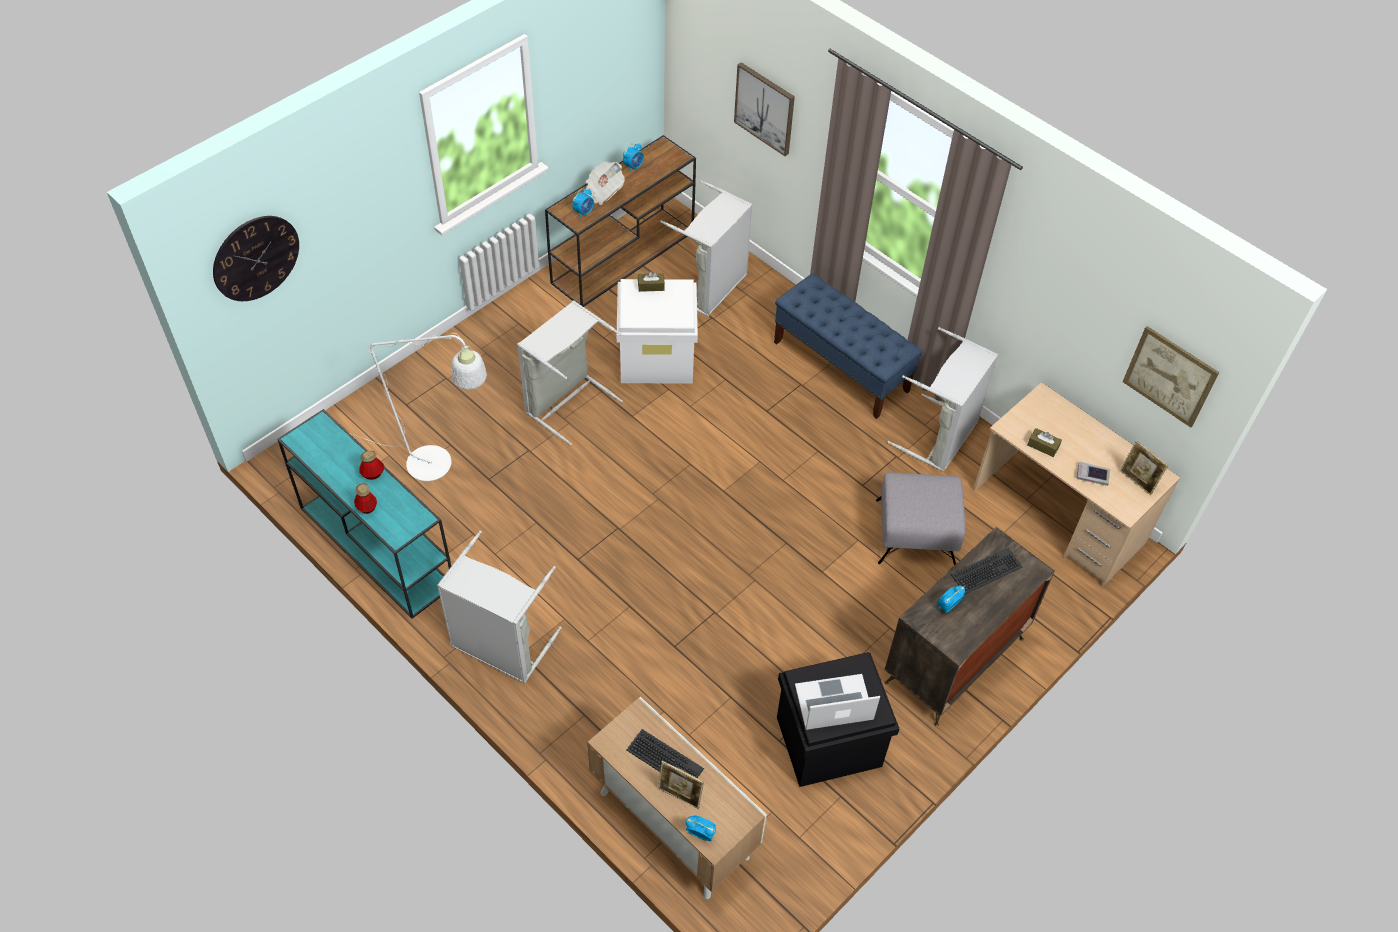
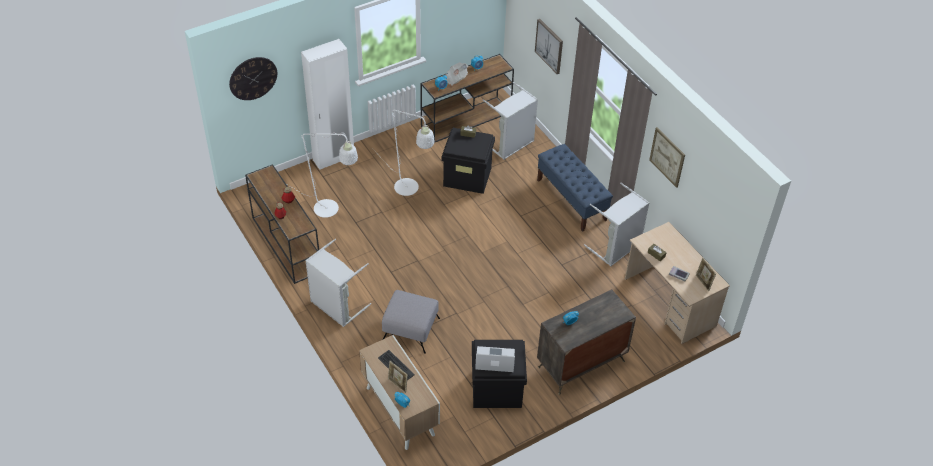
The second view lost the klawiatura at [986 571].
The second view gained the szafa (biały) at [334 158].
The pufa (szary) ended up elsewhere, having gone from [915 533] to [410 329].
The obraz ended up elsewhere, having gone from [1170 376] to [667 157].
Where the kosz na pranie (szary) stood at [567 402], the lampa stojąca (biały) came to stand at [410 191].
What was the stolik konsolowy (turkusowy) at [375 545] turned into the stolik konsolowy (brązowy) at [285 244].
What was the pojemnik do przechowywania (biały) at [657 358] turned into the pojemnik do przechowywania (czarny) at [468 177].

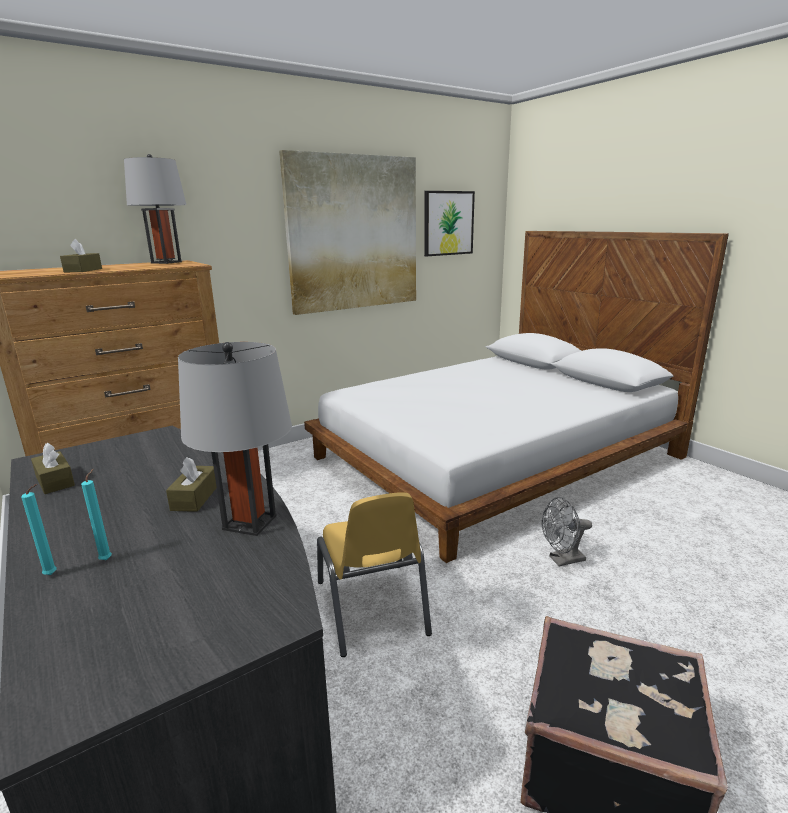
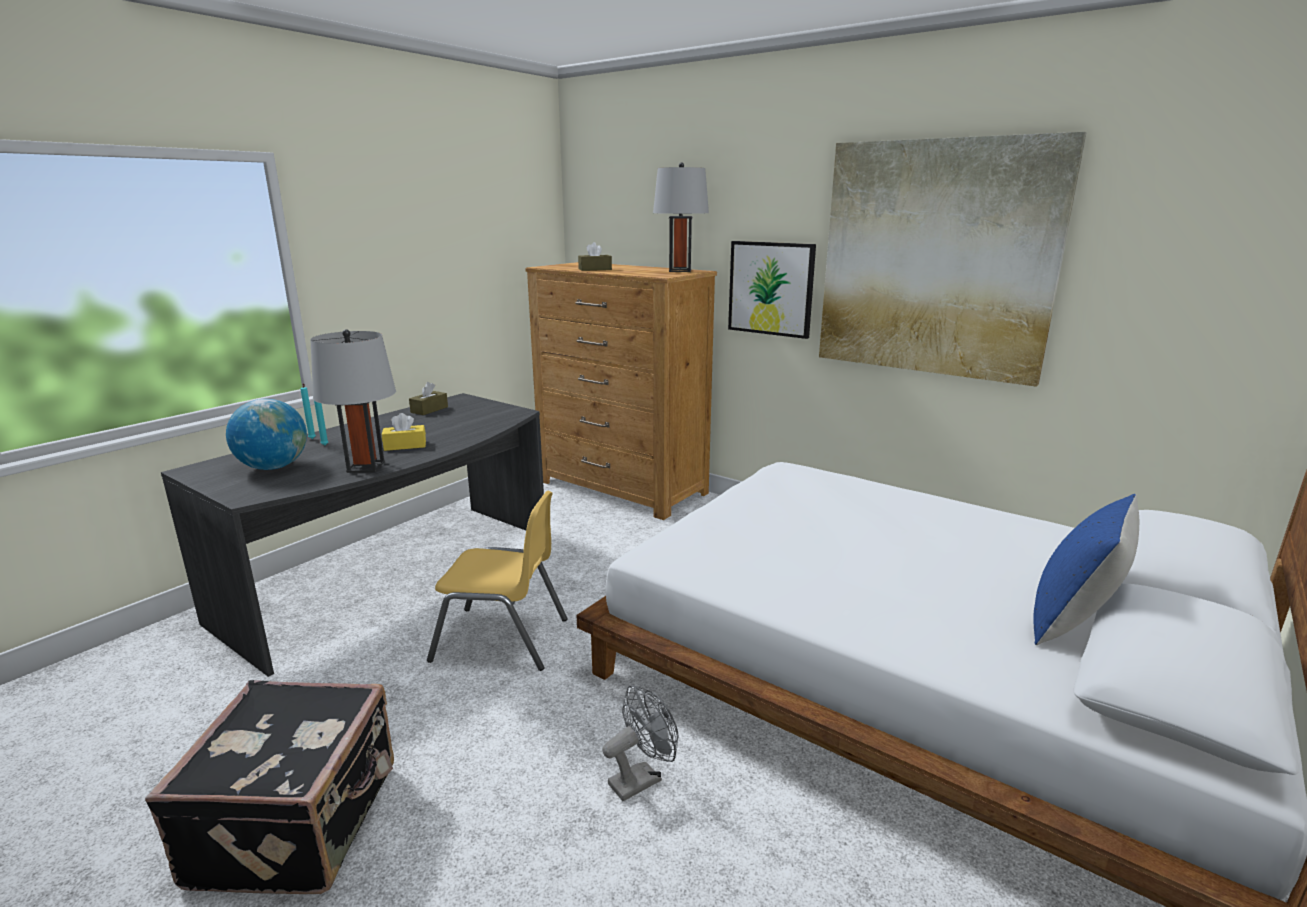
The second view gained the globus at [273 467].
The second view gained the poduszka (niebieski) at [1073 622].
The obraz ended up elsewhere, having gone from [448 223] to [771 288].
What was the pudełko chusteczek (brązowy) at [195 497] turned into the pudełko chusteczek (żółty) at [405 445].
The krzesło (żółty) at [372 607] ended up facing another way, 135 degrees counterclockwise from before.
The wentylator (szary) at [562 560] ended up facing another way, 90 degrees clockwise from before.

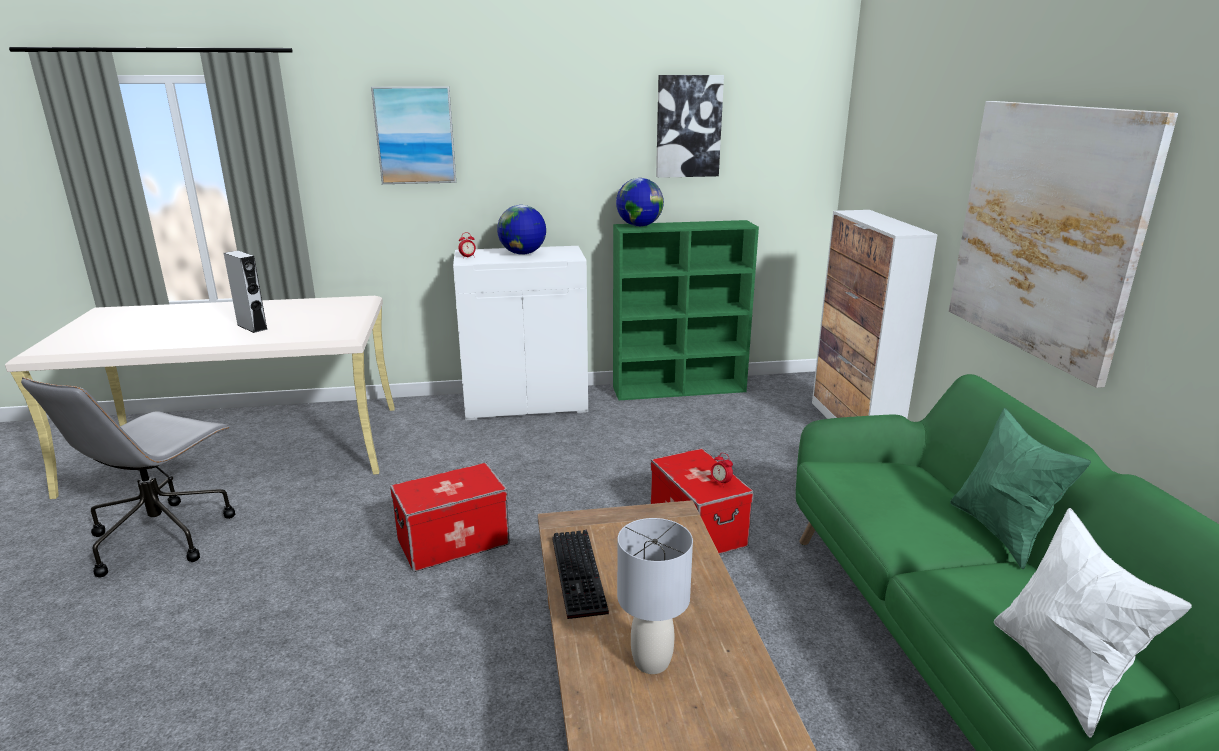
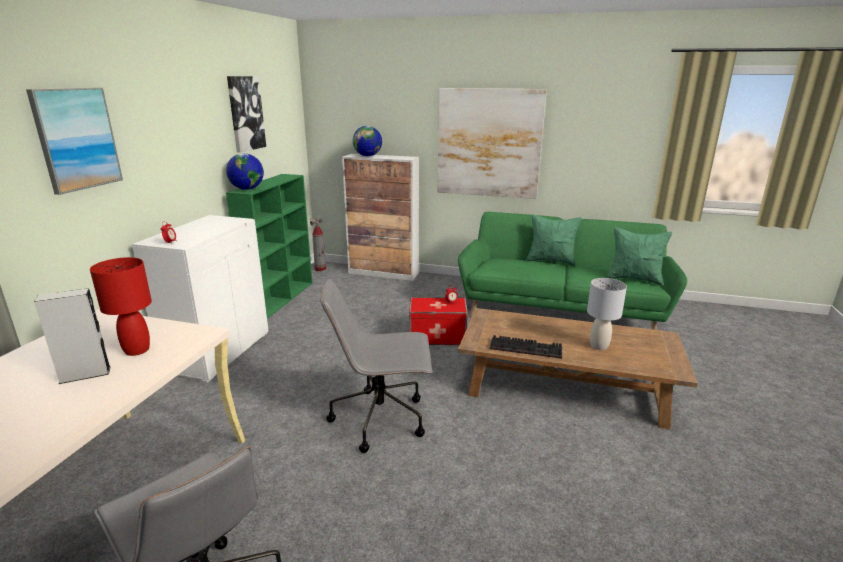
The second view gained the lampa stołowa (czerwony) at [136 350].
The second view gained the gaśnica at [320 269].
The globus ended up elsewhere, having gone from [522 254] to [368 156].
Where the pojemnik do przechowywania stood at [453 541], the krzesło biurowe (szary) came to stand at [381 418].
What was the poduszka (biały) at [1061 674] turned into the poduszka (zielony) at [634 279].

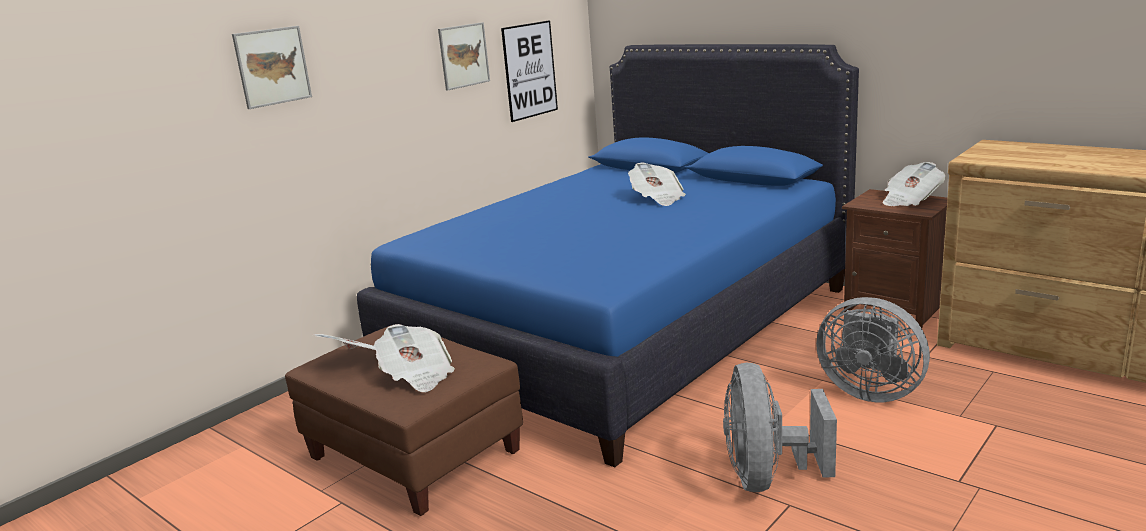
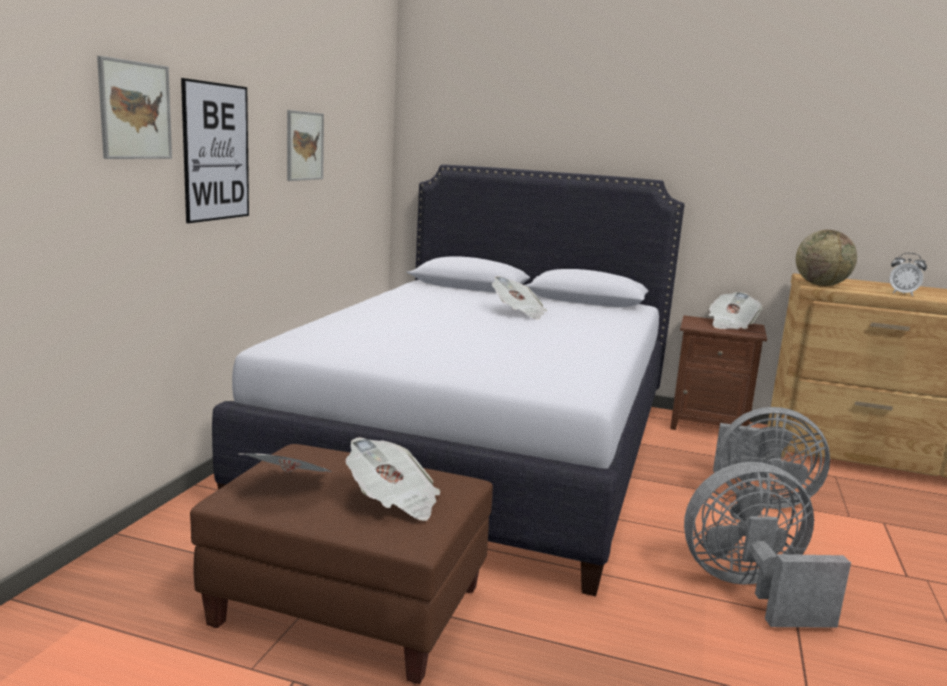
The second view gained the globus at [821 285].
The second view gained the budzik at [902 294].
The obraz ended up elsewhere, having gone from [530 70] to [216 152].
What was the łóżko (niebieski) at [624 328] turned into the łóżko (biały) at [479 449].
The wentylator (szary) at [767 477] ended up facing another way, 105 degrees clockwise from before.

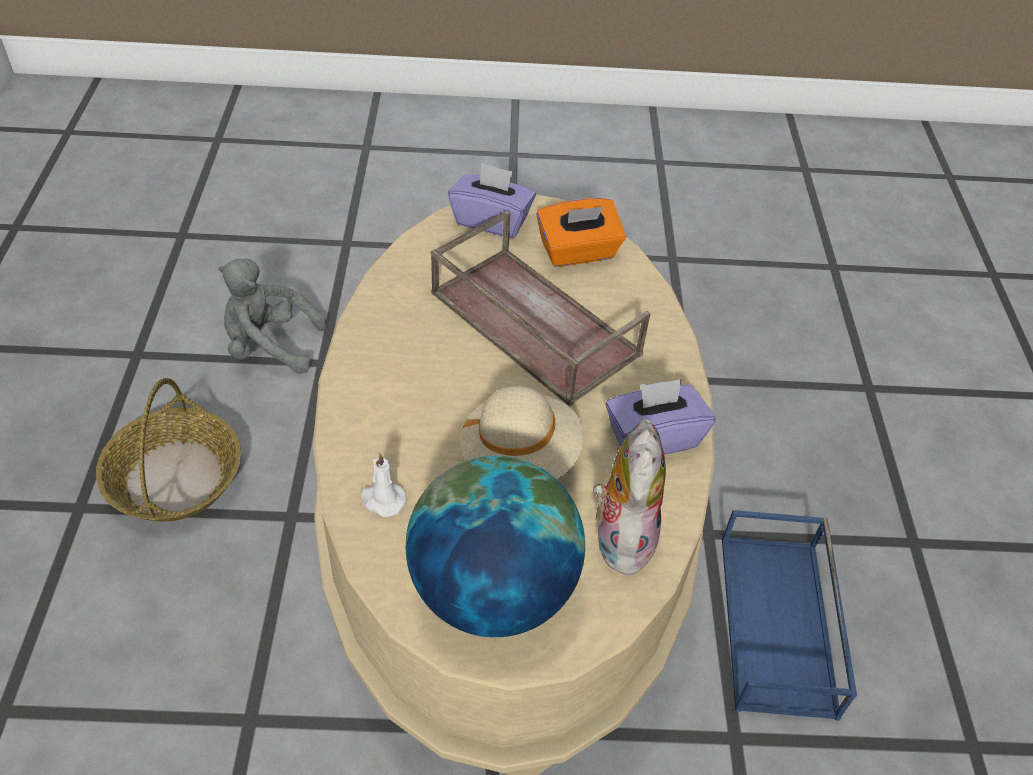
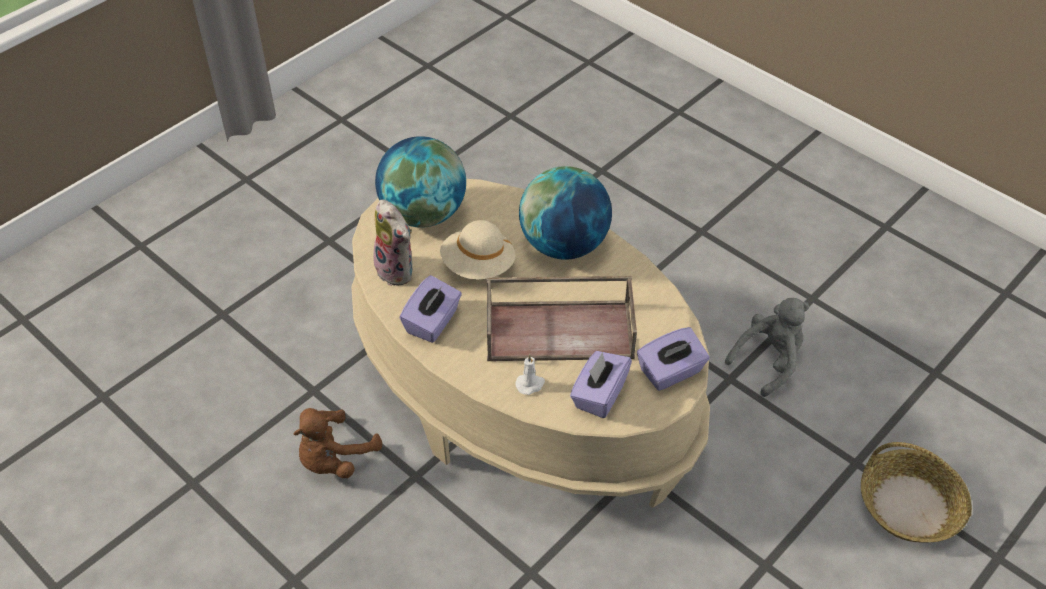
The second view gained the globus at [564 245].
The koszyk ended up elsewhere, having gone from [175 478] to [909 506].
The świeca (biały) ended up elsewhere, having gone from [382 500] to [530 384].
Where the taca (niebieski) stood at [779 625], the pluszak (brązowy) came to stand at [334 459].
What was the pudełko chusteczek (pomarańczowy) at [578 252] turned into the pudełko chusteczek (fioletowy) at [599 395].

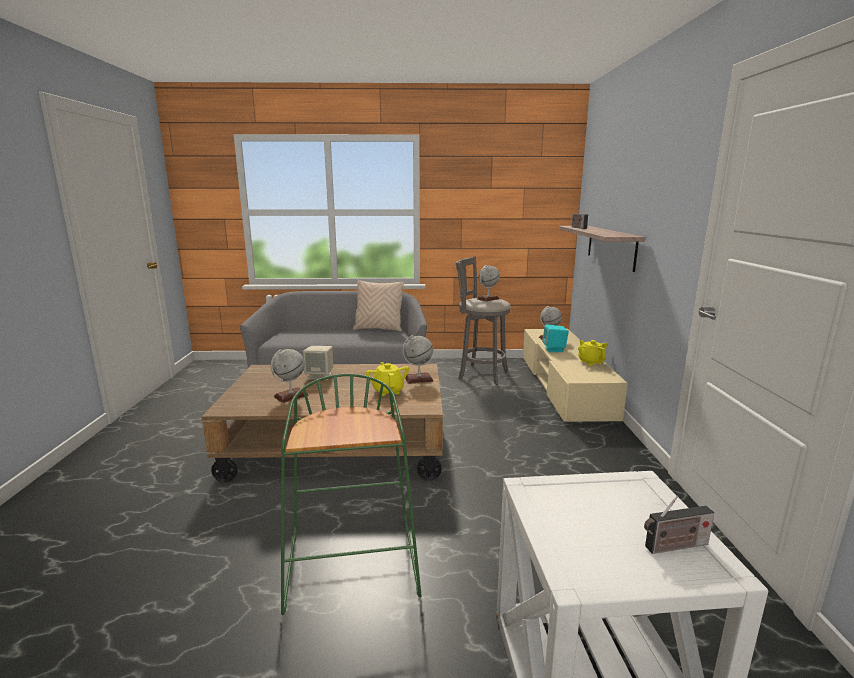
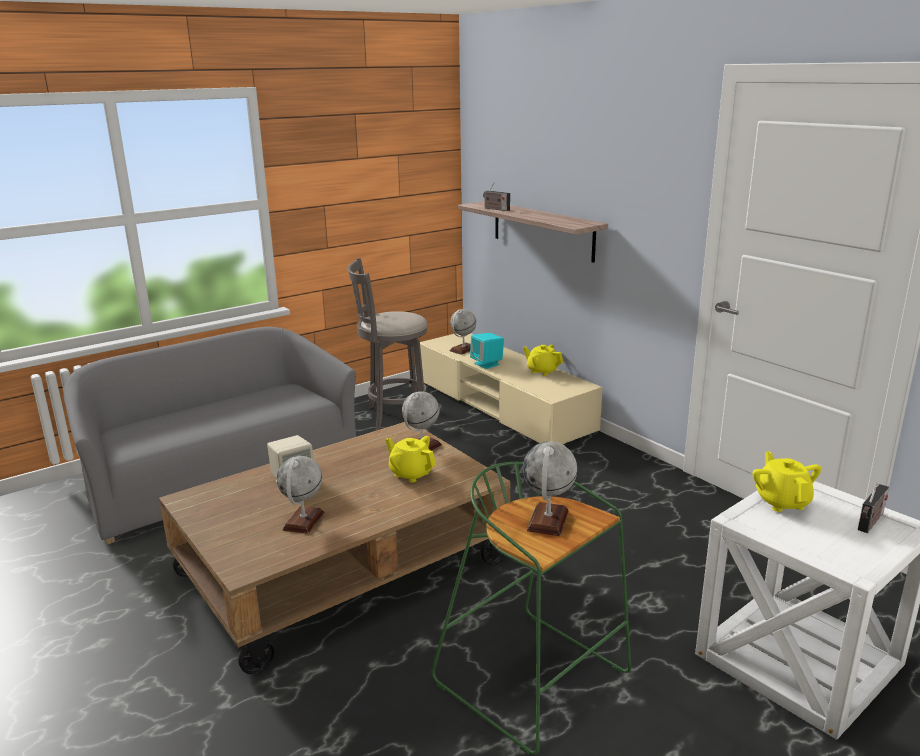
The second view lost the poduszka (beżowy) at [378 329].
The second view gained the imbryk (żółty) at [782 502].
The globus ended up elsewhere, having gone from [488 299] to [548 520].

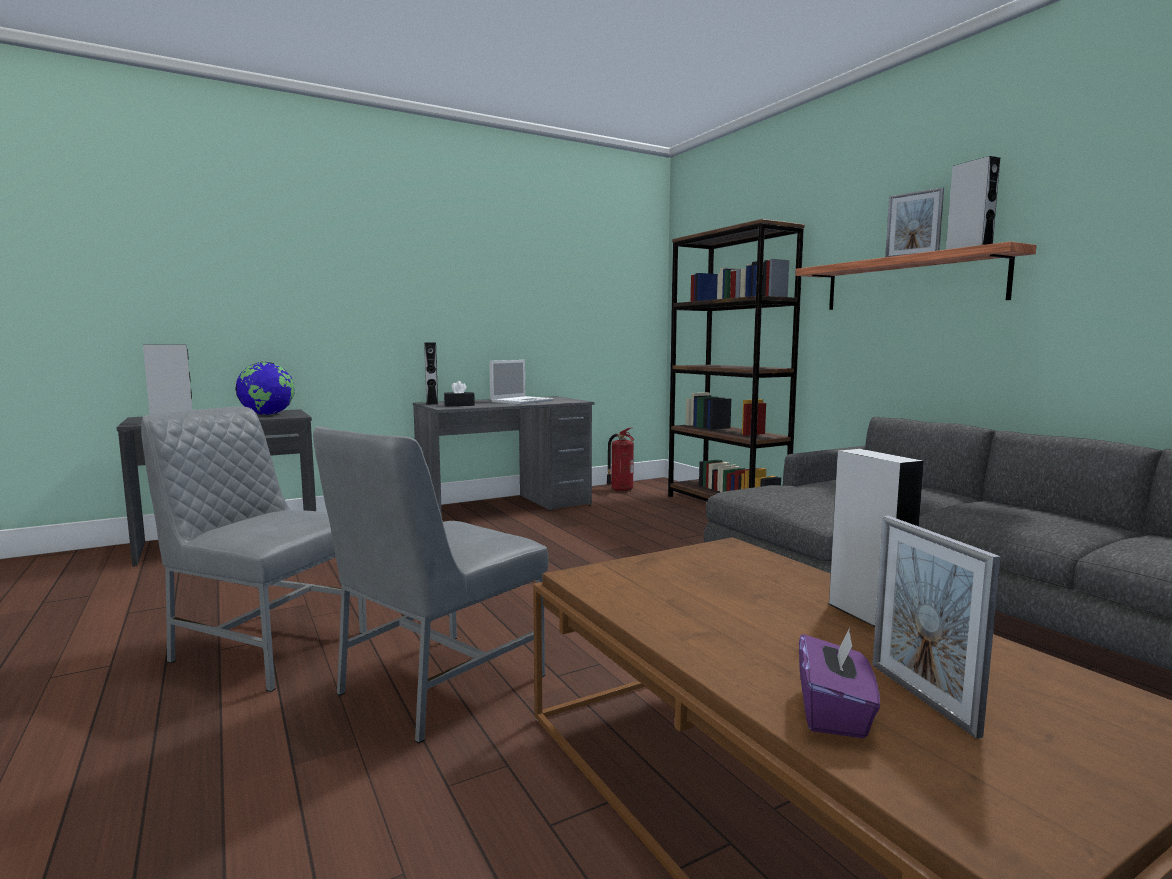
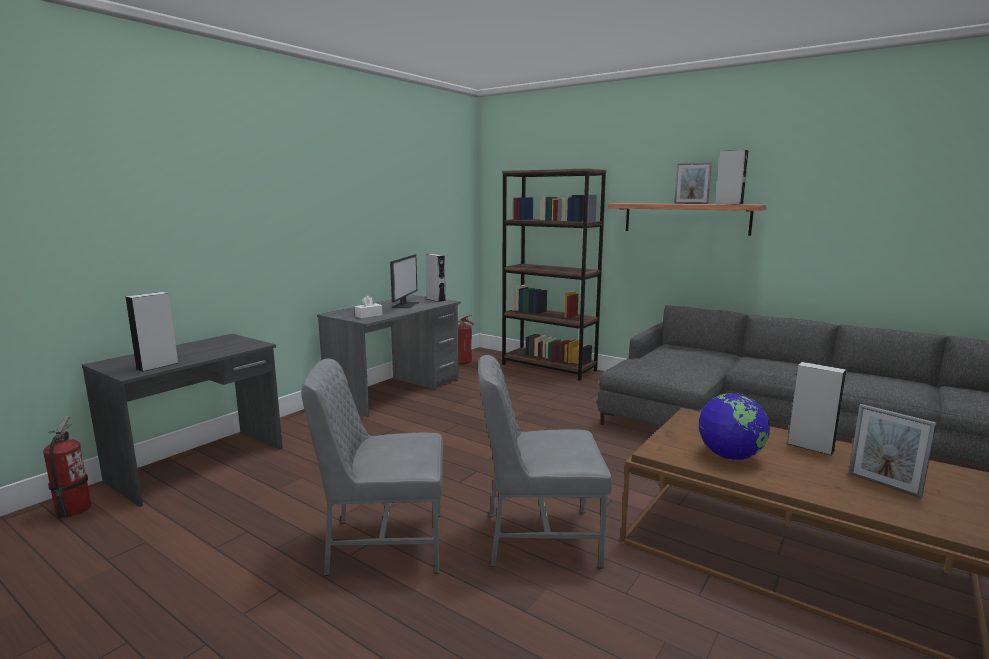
The second view lost the pudełko chusteczek (fioletowy) at [834 712].
The second view gained the gaśnica at [73 510].
The globus ended up elsewhere, having gone from [267 415] to [730 456].
The głośnik (szary) ended up elsewhere, having gone from [432 403] to [436 300].
Where the laptop stood at [522 401], the monitor came to stand at [405 305].
What was the pudełko chusteczek (czarny) at [459 405] turned into the pudełko chusteczek (biały) at [368 315].
The krzesło (szary) at [437 684] ended up facing another way, 75 degrees clockwise from before.

